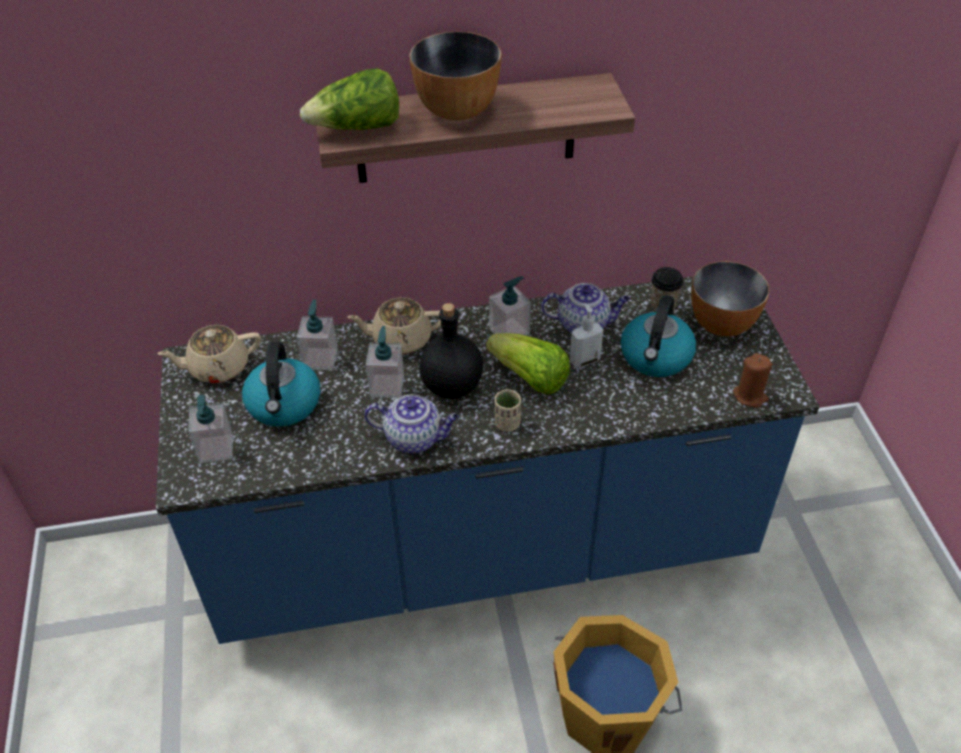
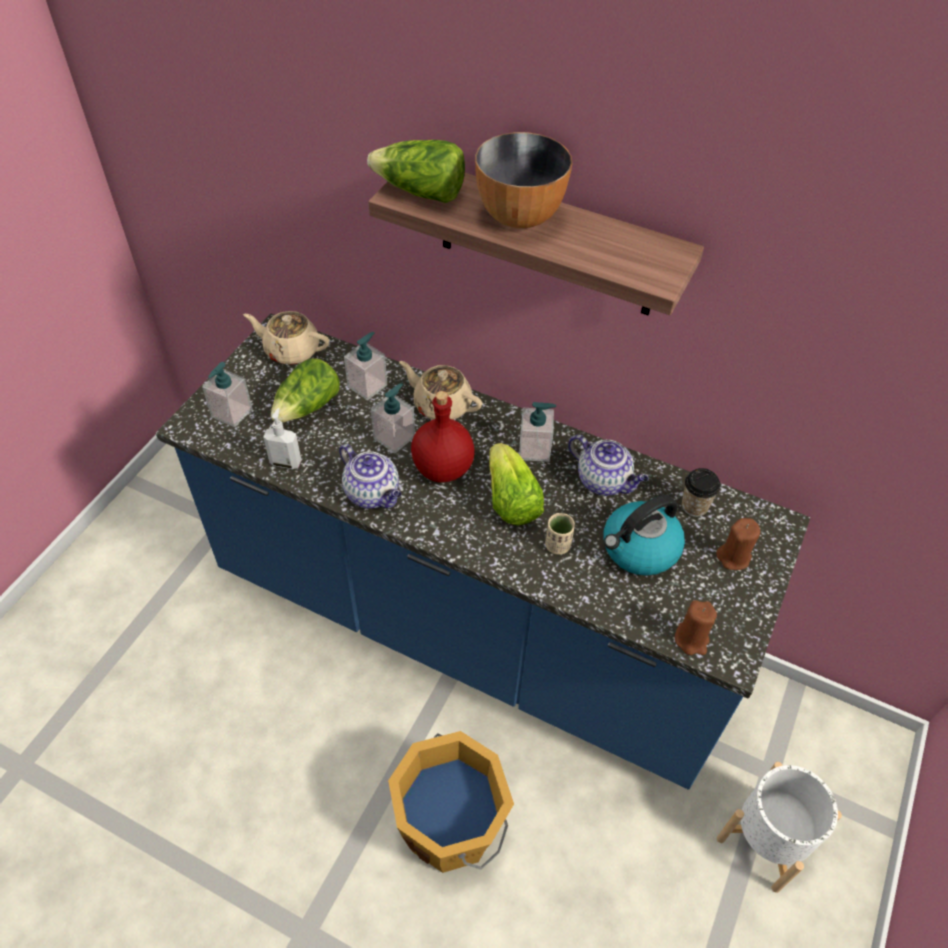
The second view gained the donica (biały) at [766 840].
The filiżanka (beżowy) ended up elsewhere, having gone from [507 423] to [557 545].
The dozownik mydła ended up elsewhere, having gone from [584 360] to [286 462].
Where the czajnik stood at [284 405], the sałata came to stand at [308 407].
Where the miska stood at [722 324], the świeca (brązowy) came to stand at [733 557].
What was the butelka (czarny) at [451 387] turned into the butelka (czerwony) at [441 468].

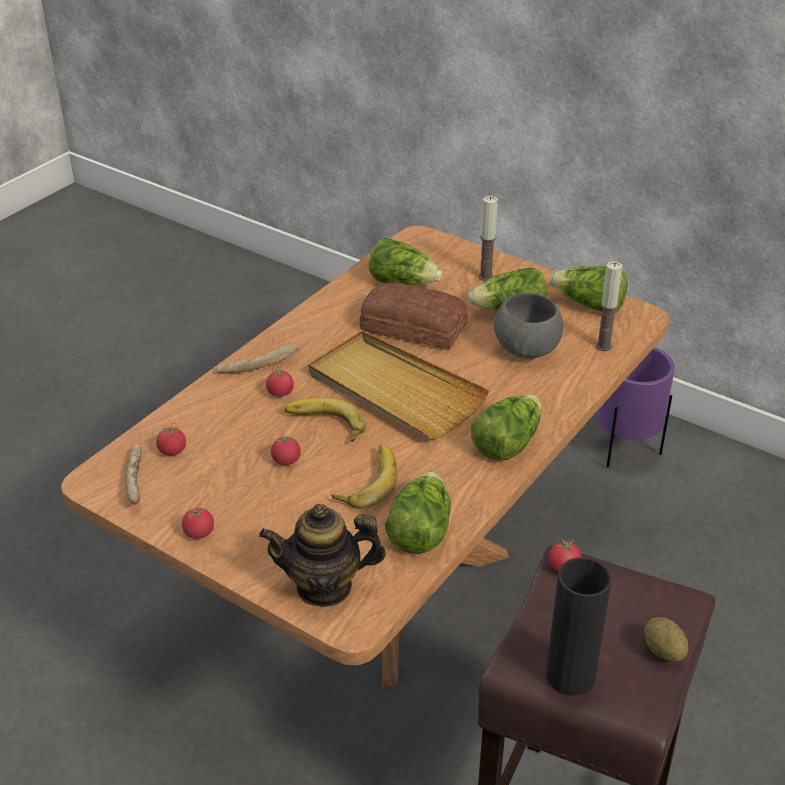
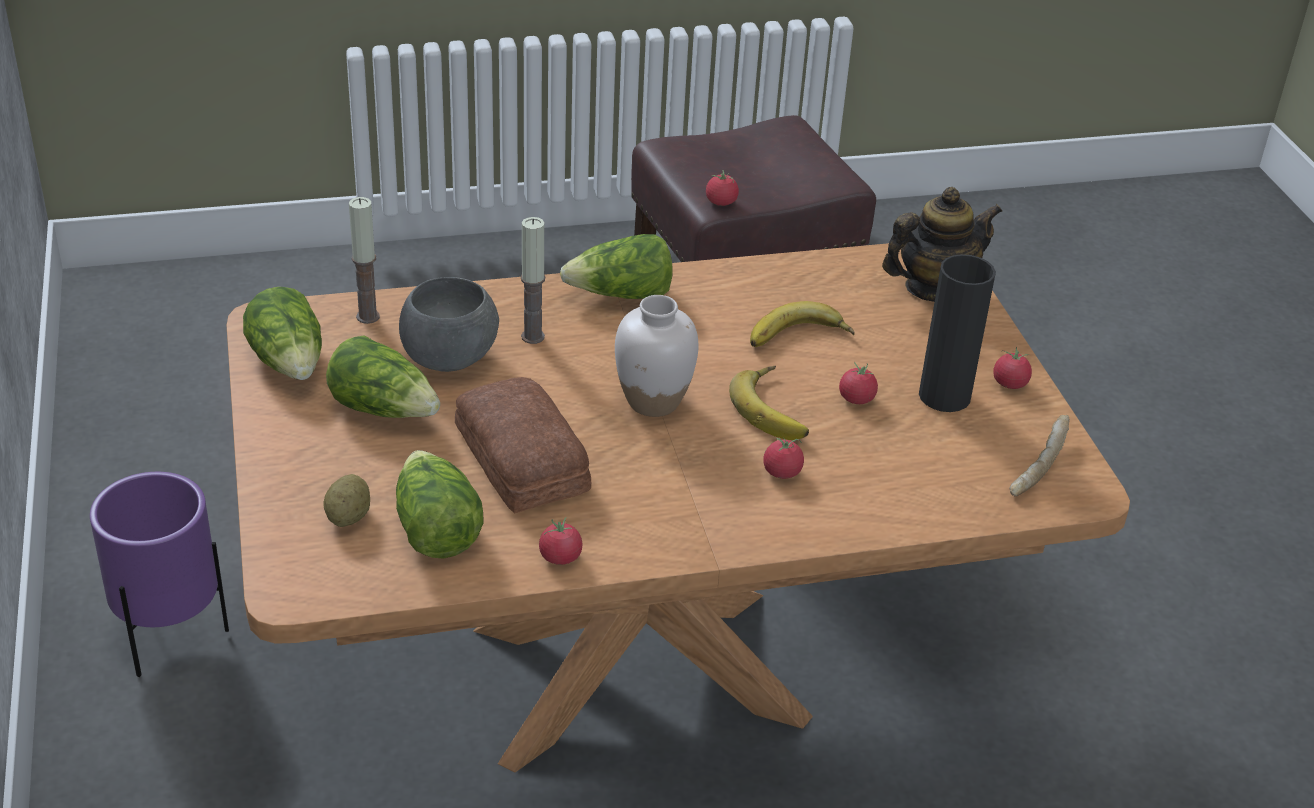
The second view lost the chleb at [258 366].
The second view lost the sałata at [419 530].
The pomidor ended up elsewhere, having gone from [172 451] to [560 557].
The świeca ended up elsewhere, having gone from [485 277] to [533 337].
The wazon (czarny) ended up elsewhere, having gone from [570 675] to [944 396].
The ziemniak ended up elsewhere, having gone from [663 651] to [348 517].
Where the taca (beżowy) stood at [394 390], the wazon (biały) came to stand at [653 402].
The imbryk at [324 586] ended up facing another way, 60 degrees counterclockwise from before.

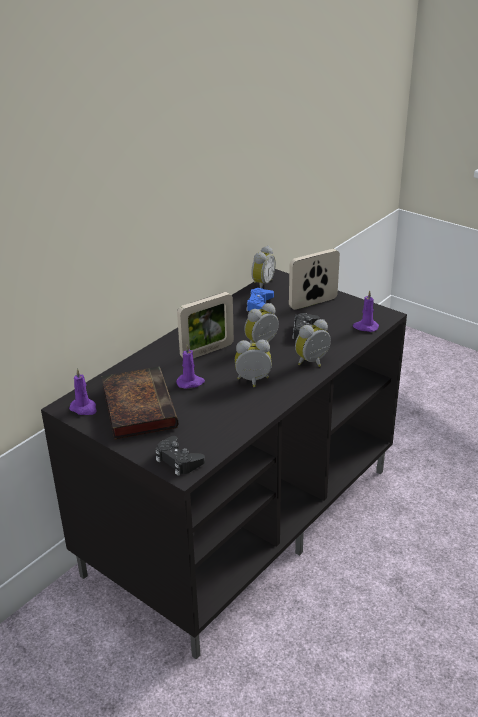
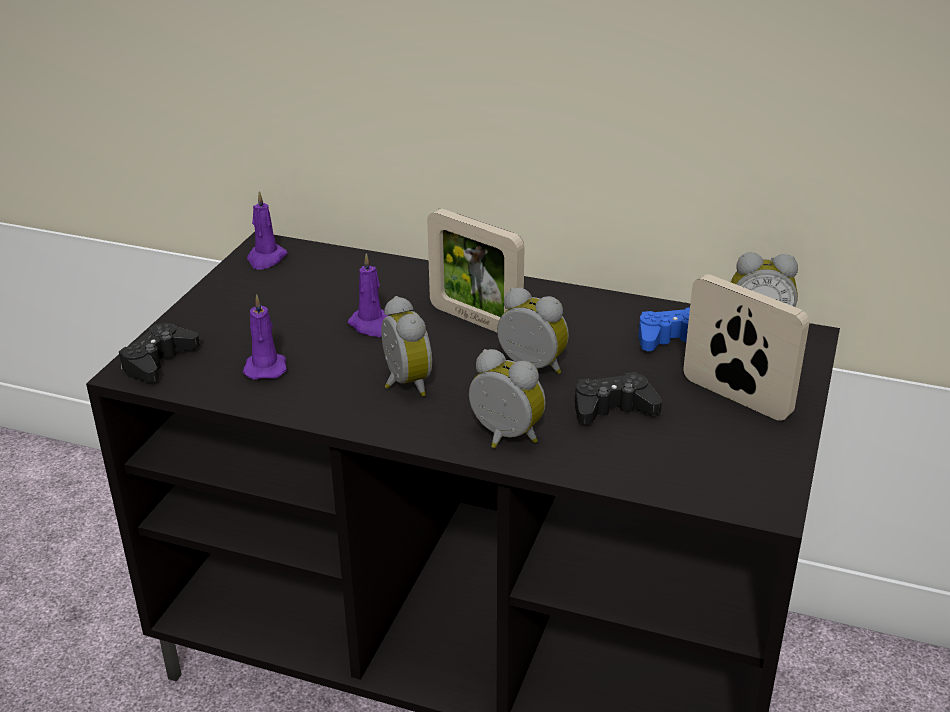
The second view lost the książka at [137 406].
The świeca (fioletowy) ended up elsewhere, having gone from [365 327] to [266 367].

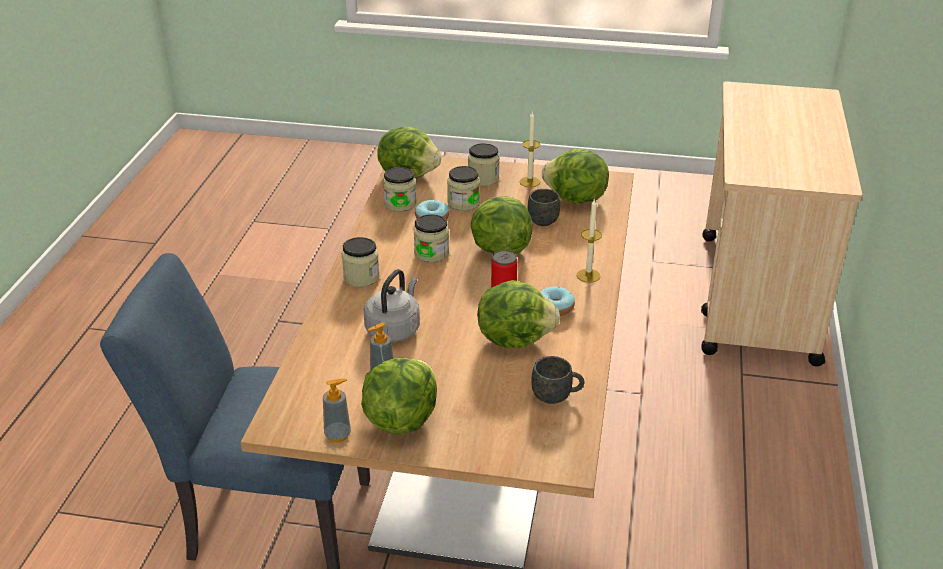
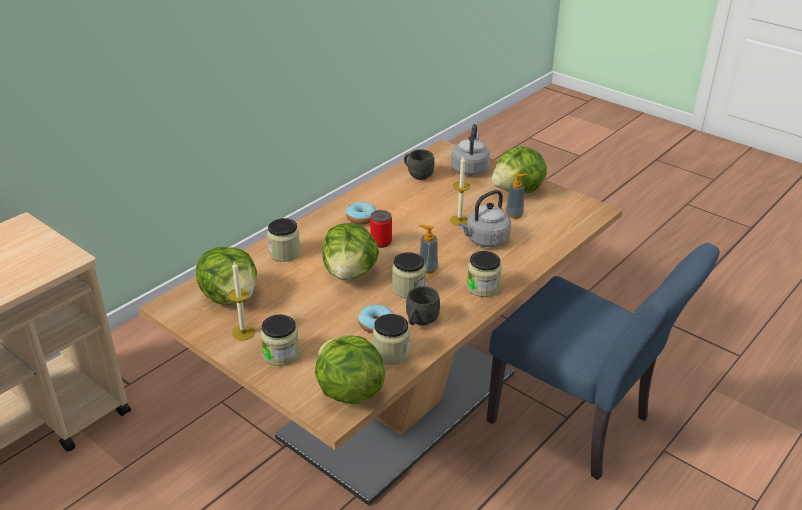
The second view lost the sałata at [514 338].
The second view gained the czajnik (szary) at [470 168].
The dozownik mydła ended up elsewhere, having gone from [338 434] to [428 269].
The słoik ended up elsewhere, having gone from [463 203] to [284 253].
The kubek (szary) ended up elsewhere, having gone from [543 218] to [420 321].
The świeca ended up elsewhere, having gone from [588 275] to [459 220].

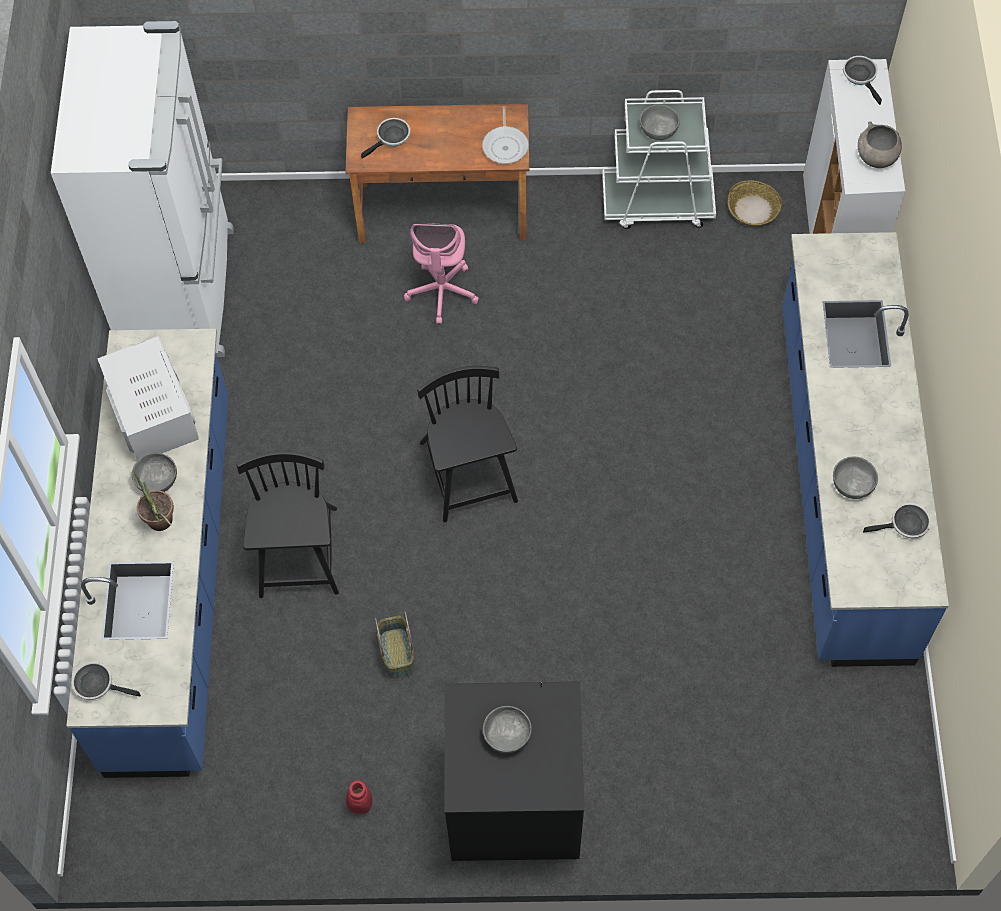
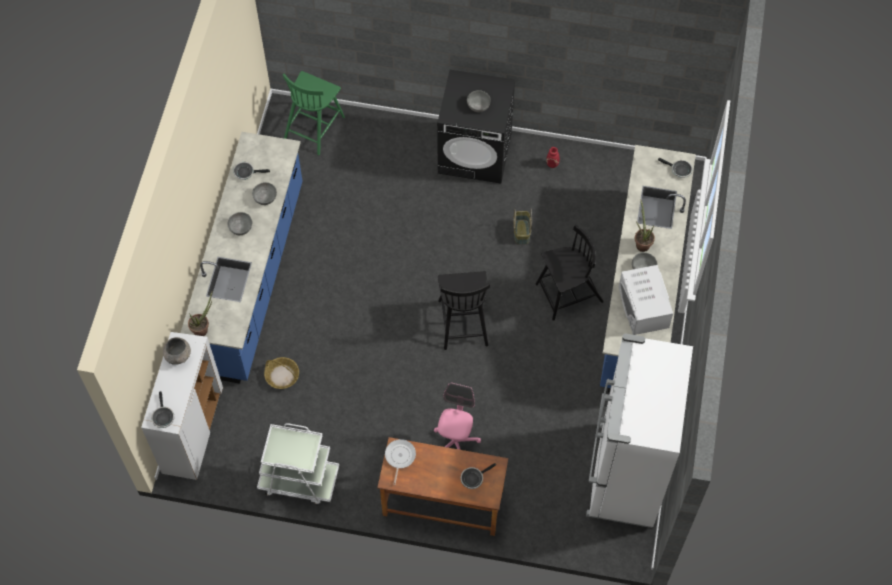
The second view gained the roślina doniczkowa at [203 328].
The second view gained the krzesło (zielony) at [314 127].
The miska (szary) ended up elsewhere, having gone from [658 129] to [240 227].
The koszyk ended up elsewhere, having gone from [753 209] to [282 376].
The krzesło (czarny) at [299 554] ended up facing another way, 120 degrees counterclockwise from before.

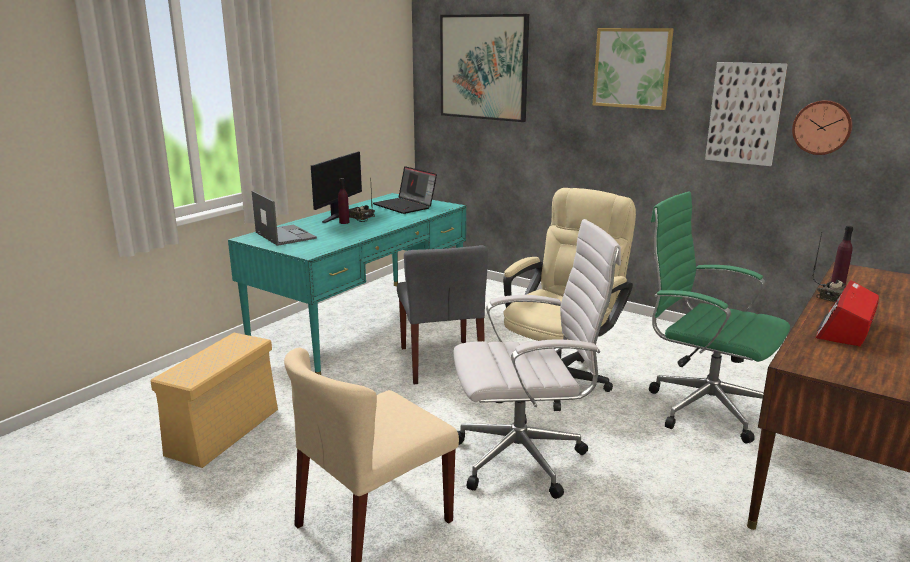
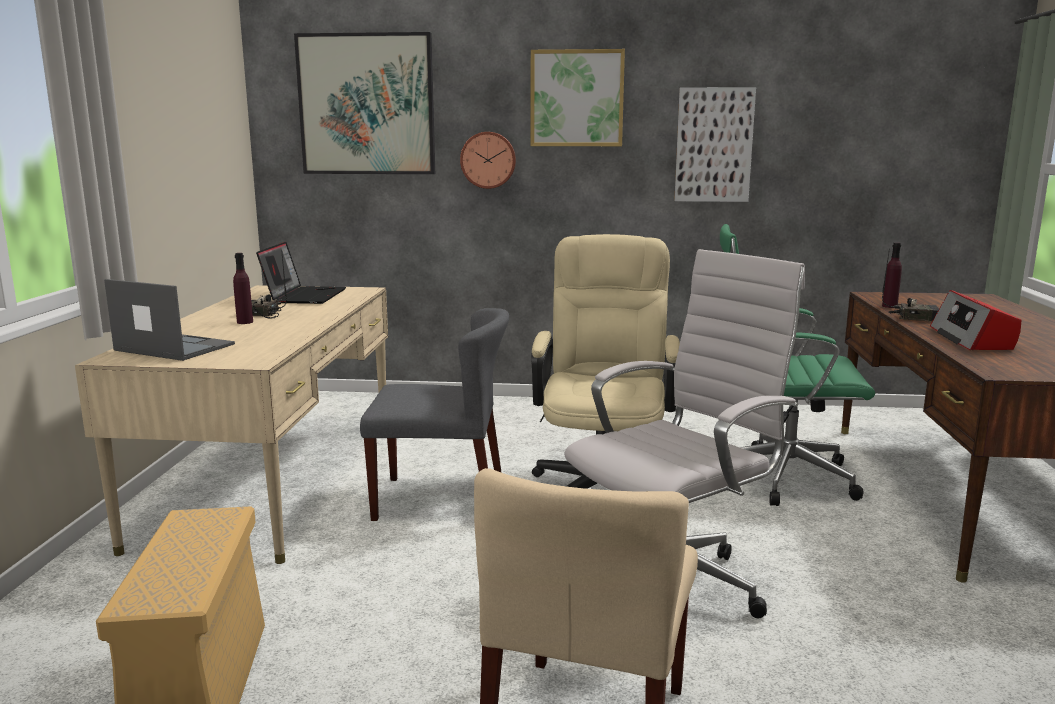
The second view lost the monitor at [337 215].
The zegar ścienny ended up elsewhere, having gone from [822 127] to [488 160].
What was the biurko (turkusowy) at [362 324] turned into the biurko (beżowy) at [275 477].
The laptop at [405 206] ended up facing another way, 105 degrees counterclockwise from before.
The krzesło (szary) at [441 362] ended up facing another way, 45 degrees counterclockwise from before.

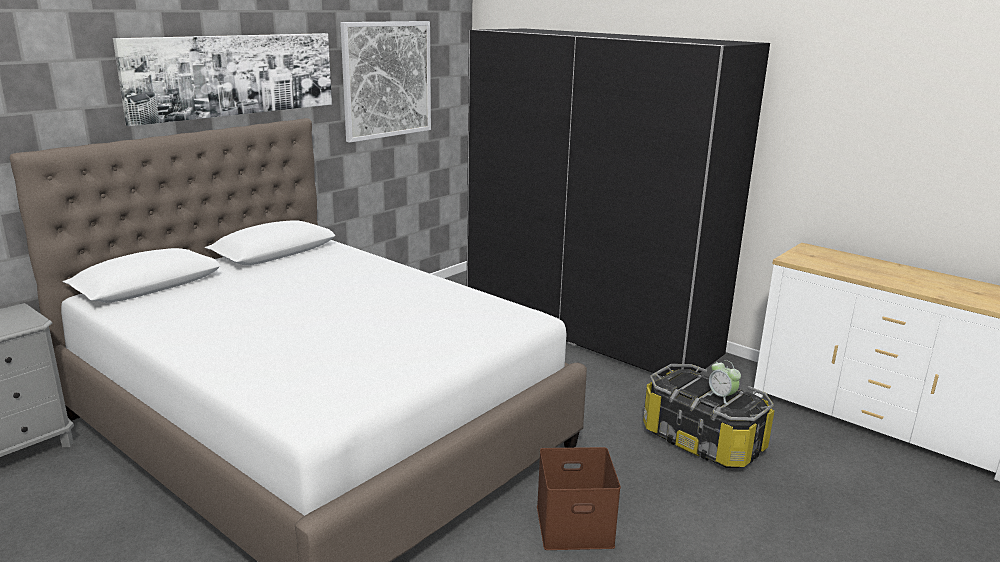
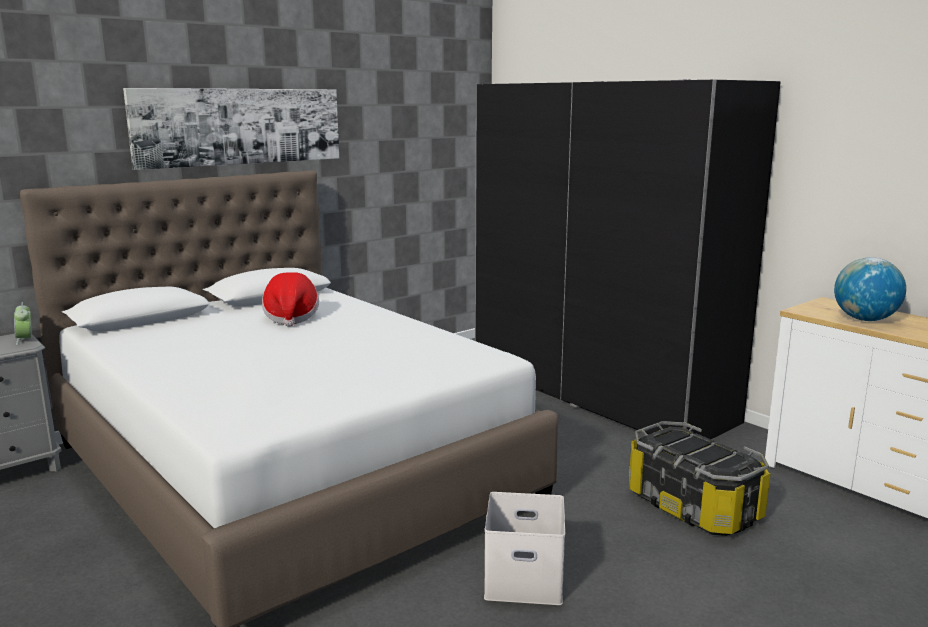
The second view lost the obraz at [387 79].
The second view gained the kapelusz at [291 318].
The second view gained the globus at [864 319].
The budzik ended up elsewhere, having gone from [721 397] to [25 340].
What was the pojemnik do przechowywania (brązowy) at [573 527] turned into the pojemnik do przechowywania (biały) at [522 580].

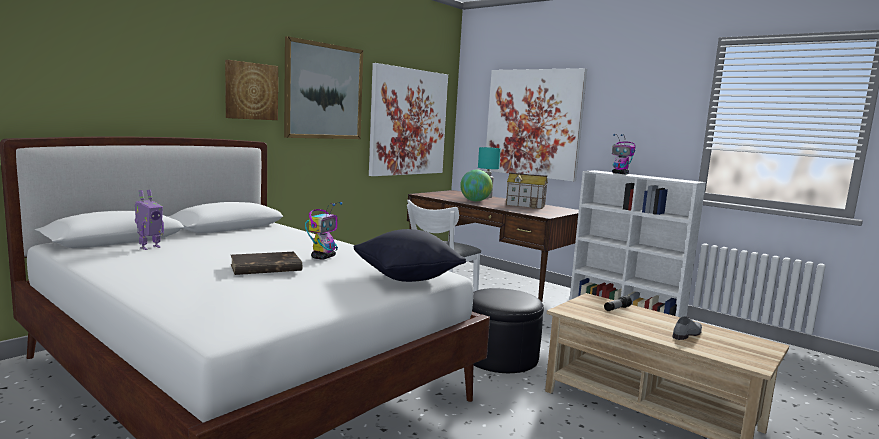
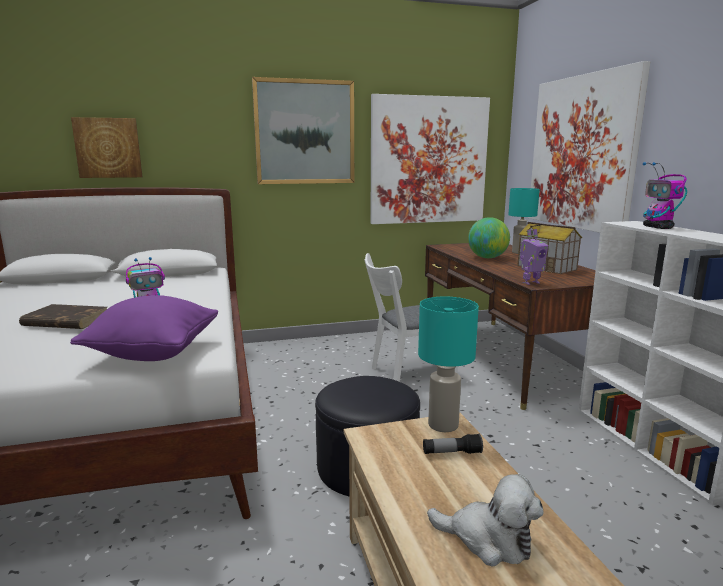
The second view gained the lampa stołowa (turkusowy) at [442 425].
The robot zabawkowy ended up elsewhere, having gone from [149 247] to [530 282].
The obraz ended up elsewhere, having gone from [251 91] to [108 148].
Where the but (szary) stood at [688 333], the pluszak came to stand at [488 539].
What was the poduszka (czarny) at [407 277] turned into the poduszka (fioletowy) at [154 353].

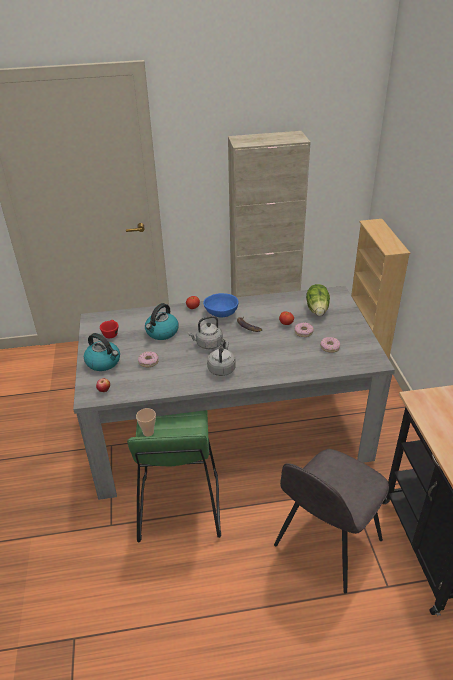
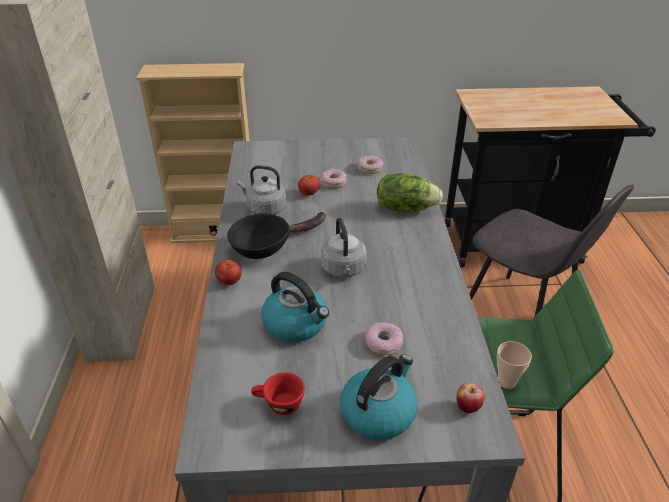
The czajnik (szary) ended up elsewhere, having gone from [222 368] to [264 209].
The sałata ended up elsewhere, having gone from [318 309] to [405 208].
What was the miska (niebieski) at [222 313] turned into the miska (czarny) at [261 250].

